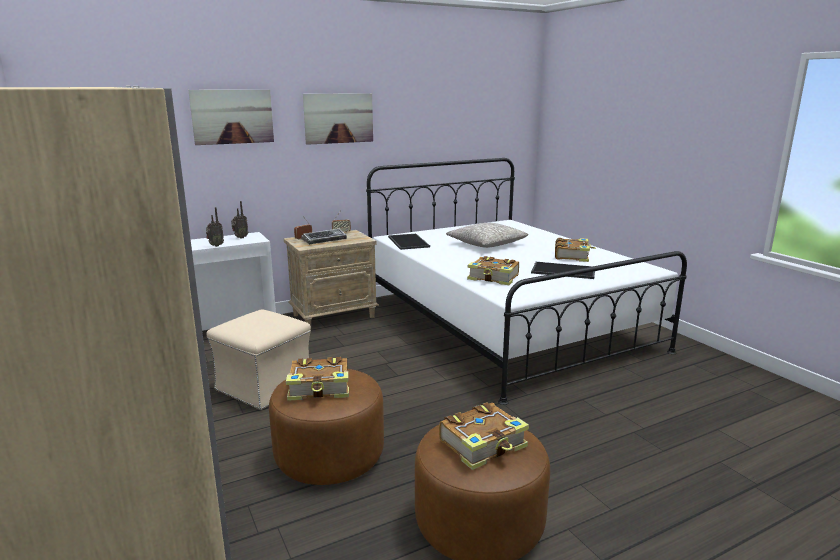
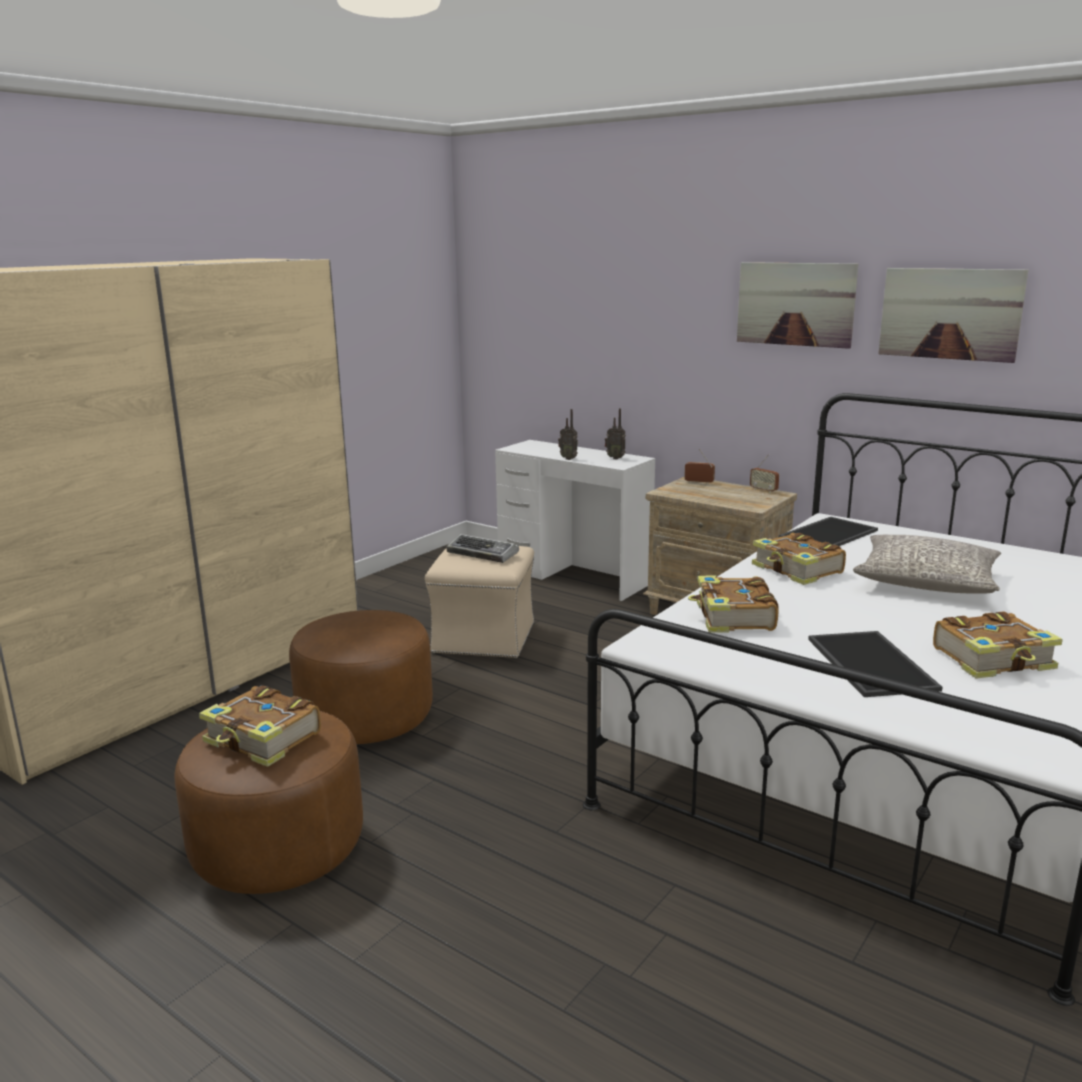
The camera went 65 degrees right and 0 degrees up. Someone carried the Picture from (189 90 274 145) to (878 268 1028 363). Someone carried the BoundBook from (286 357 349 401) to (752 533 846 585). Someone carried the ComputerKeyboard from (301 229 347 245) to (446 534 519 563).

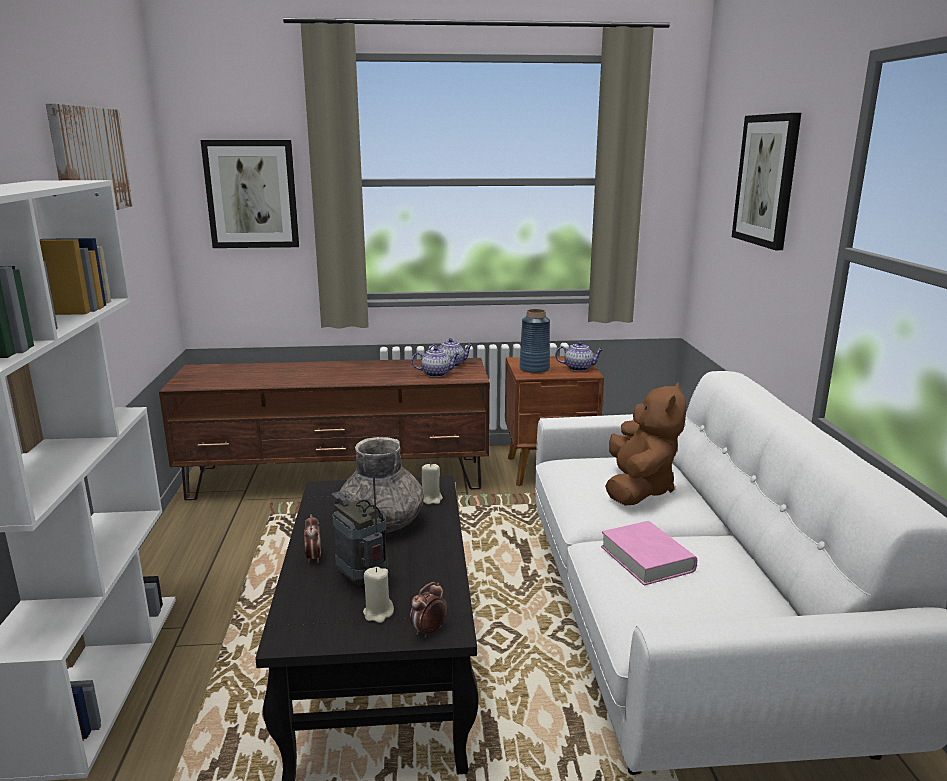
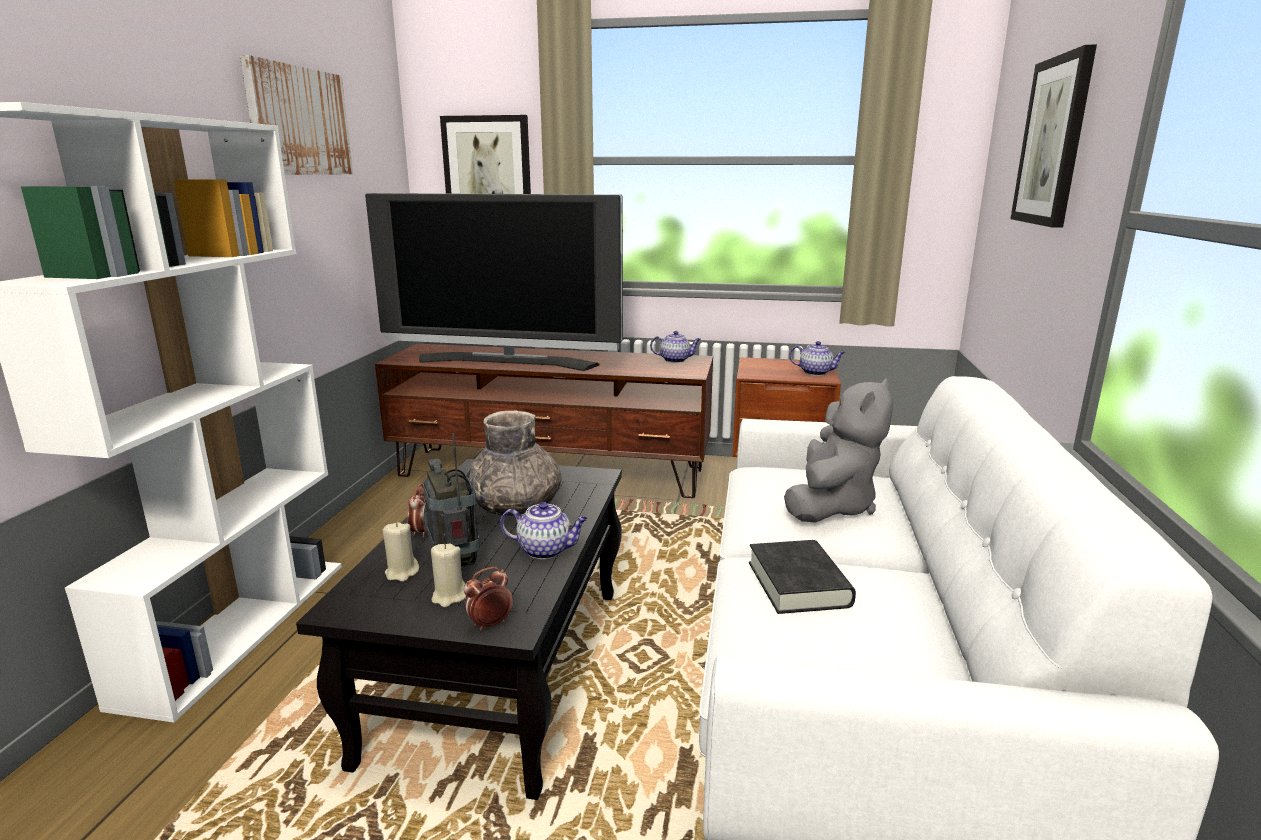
The camera went 15 degrees right and 0 degrees up. Someone carried the Teapot from (412 347 460 377) to (500 502 588 559). Someone carried the BeigeColouredWaxCandle from (421 463 443 504) to (383 522 419 582). Someone took away the BluishFlowerVase at (519 309 550 373). Someone repainted the PinkishBoundBook at (601 521 697 585), which became the BlackColouredBoundBook at (749 540 856 614). Someone repainted the BrownishCuddlyToy at (605 382 686 505), which became the GreyishCuddlyToy at (784 378 893 523). Someone put down the TvSet at (365 193 623 371).

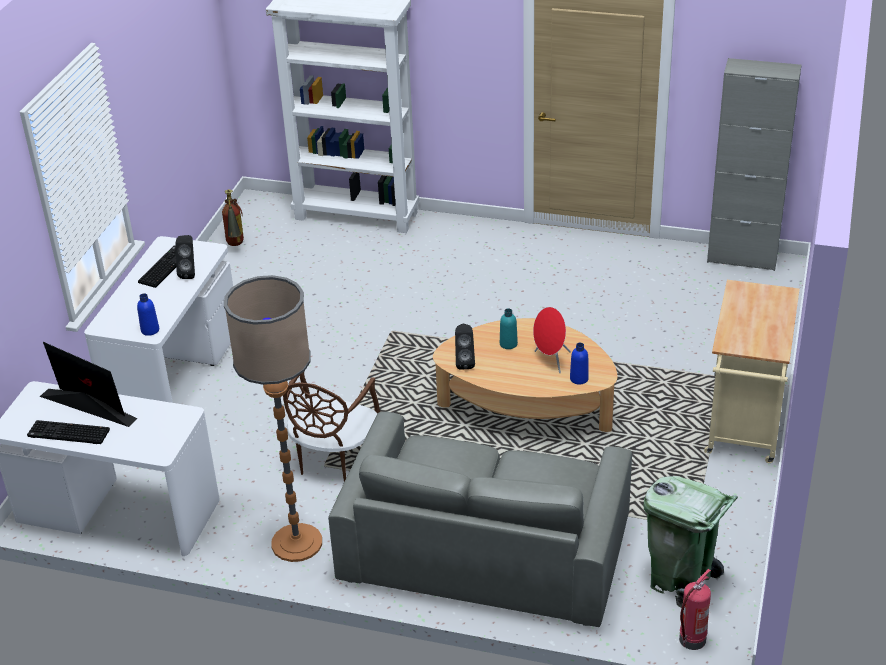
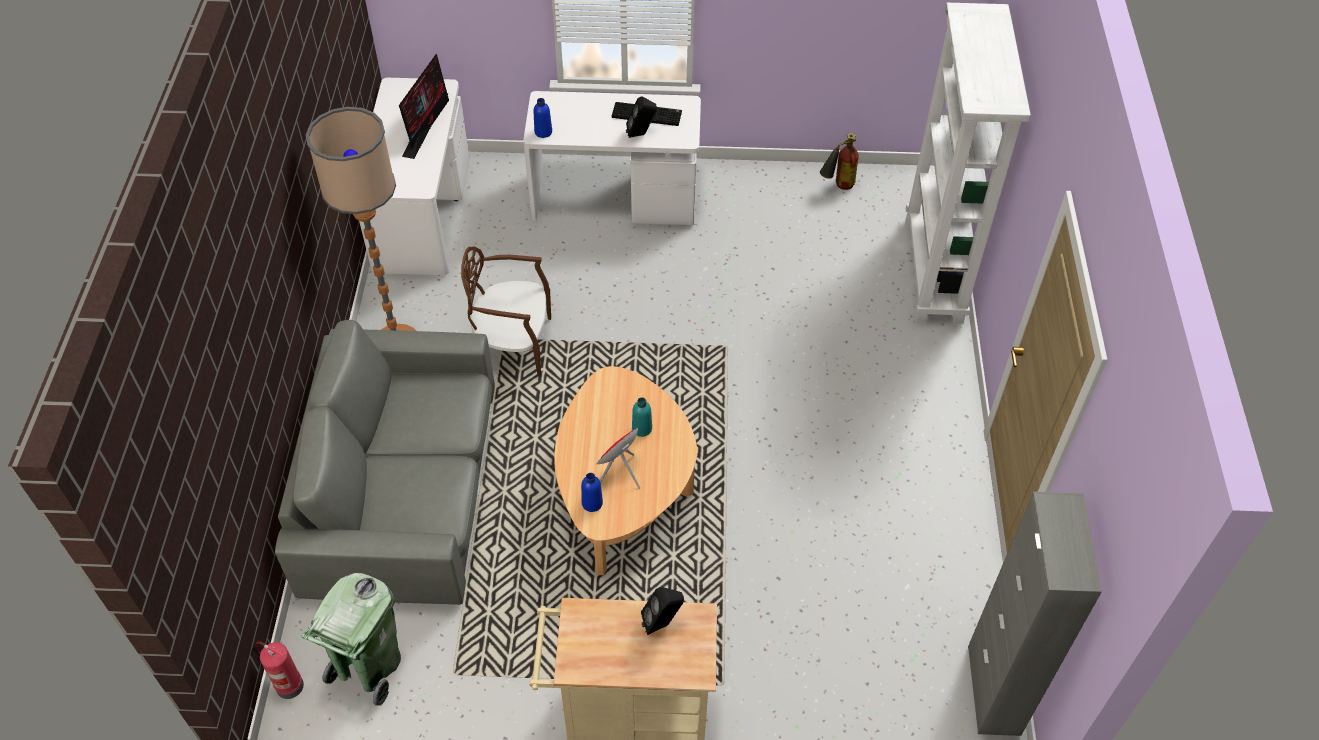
The camera went 75 degrees right and 15 degrees up. Someone took away the ComputerKeyboard at (27 420 110 444). Someone carried the BlackColouredAudioSpeaker from (455 324 475 370) to (641 587 684 635).

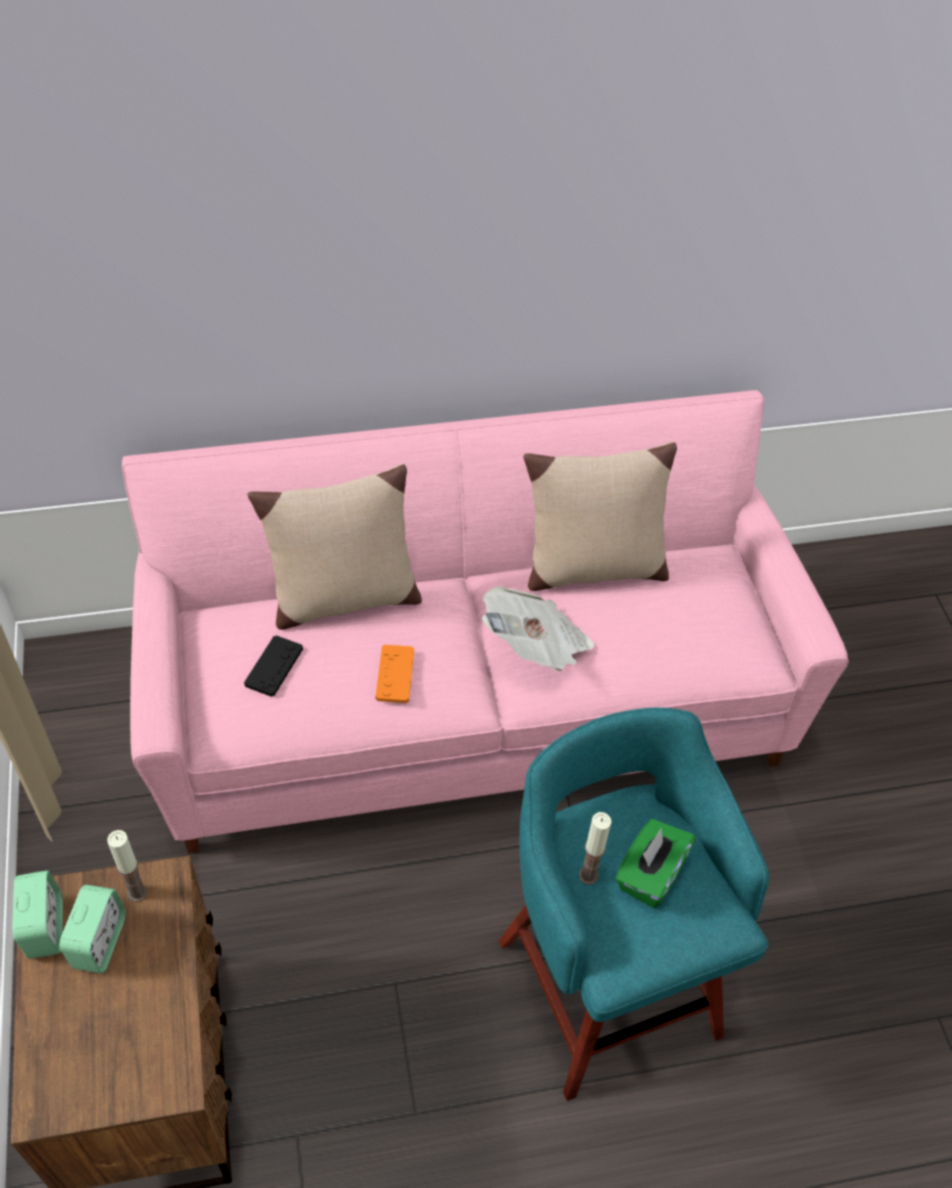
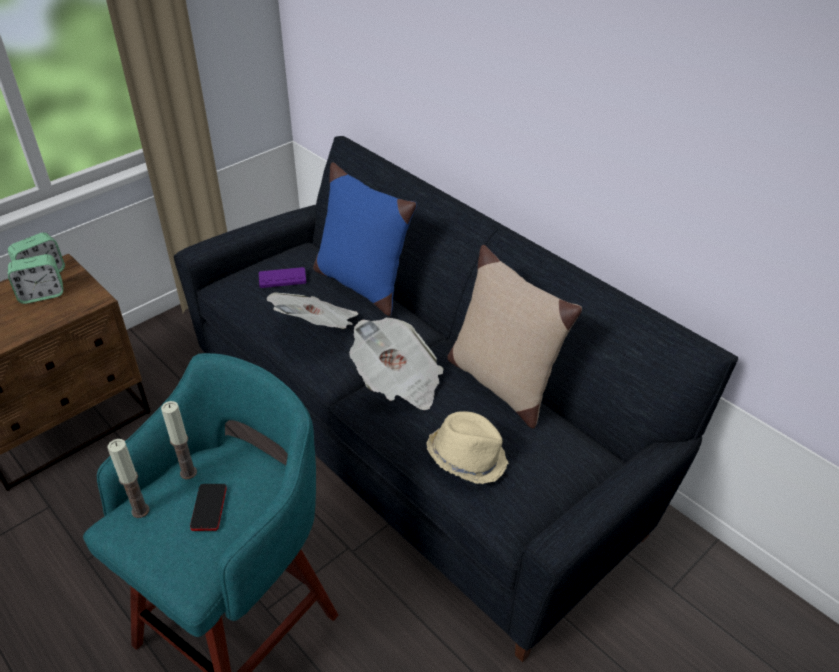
The camera went 60 degrees right and 10 degrees down. Someone carried the WaxCandle from (107 830 148 902) to (108 439 150 518). Someone repainted the PinkishSofa at (122 390 849 854), which became the BlackColouredSofa at (174 136 738 662). Someone repainted the BlackColouredGamepad at (244 635 303 697), which became the PurplishGamepad at (259 267 306 288). Someone repainted the BeigeColouredPillow at (247 464 422 630), which became the BluishPillow at (313 162 417 316). Someone swapped the OrangeColouredGamepad at (376 645 414 703) for the PrintedPaper at (267 293 358 329). Someone swapped the GreenishTissueHolder at (615 819 696 908) for the Telephone at (190 484 227 531). Someone put down the BeigeColouredHat at (426 411 509 484).

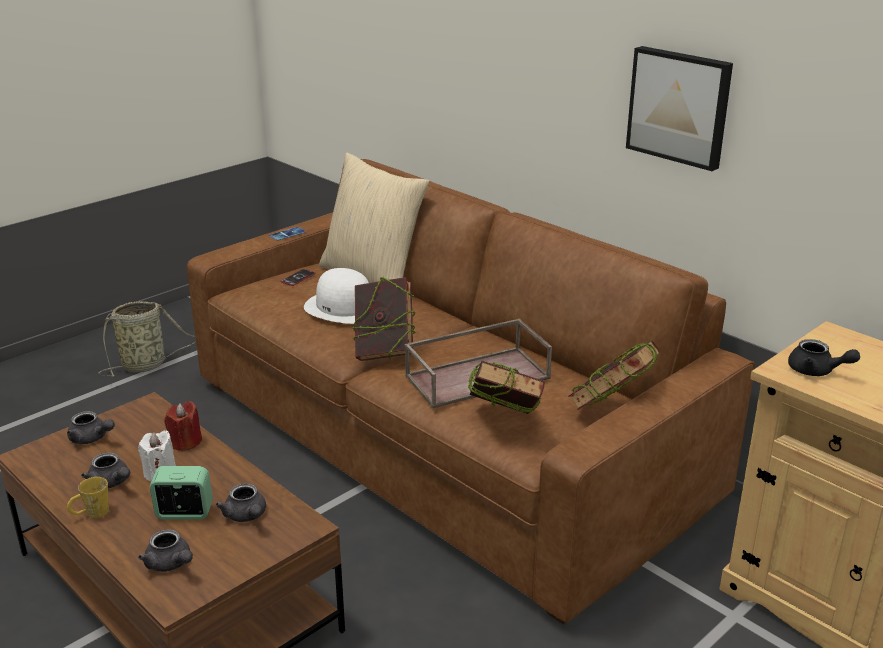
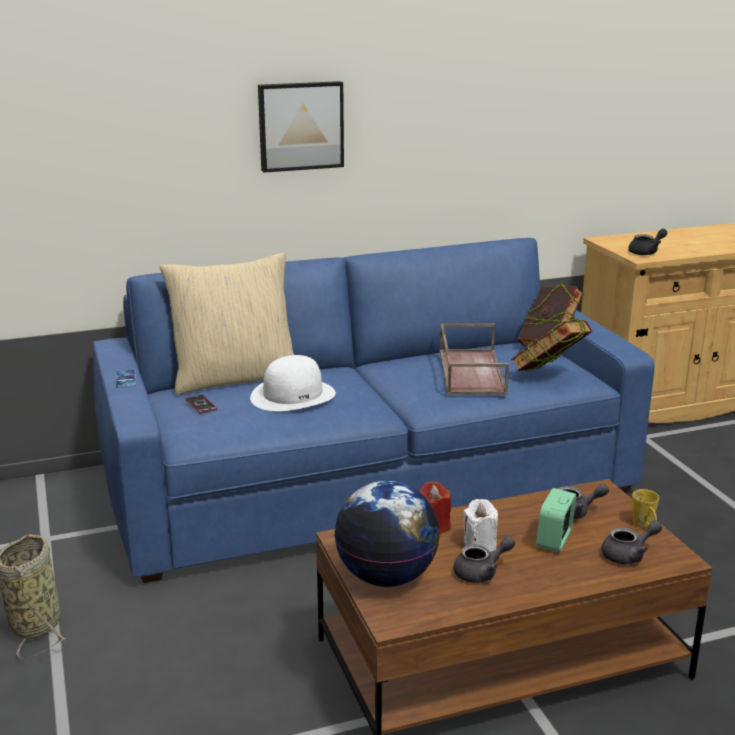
The camera went 65 degrees left and 5 degrees down. Someone swapped the GreyishTeapot at (67 411 115 444) for the WorldGlobe at (334 481 440 587). Someone carried the YellowColouredMug from (67 477 109 518) to (632 489 659 528). Someone repainted the BrownishSofa at (187 159 755 624), which became the BluishSofa at (93 238 655 583). Someone took away the BoundBook at (352 277 416 361). Someone carried the Picture from (626 46 733 171) to (258 81 344 173).

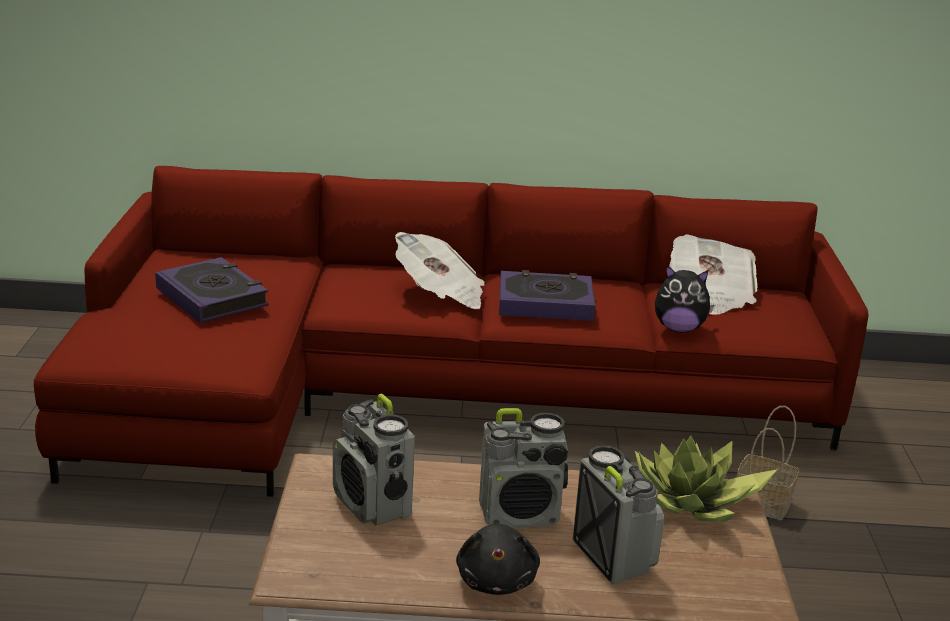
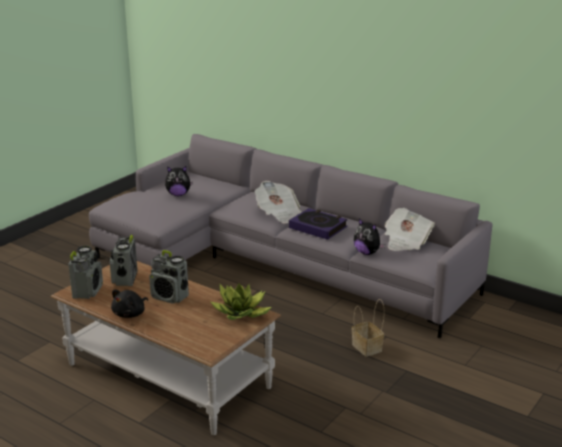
The camera went 35 degrees right and 0 degrees up. Someone repainted the ReddishSofa at (34 166 868 497), which became the GreyishSofa at (89 134 492 338). Someone swapped the BoundBook at (155 257 269 323) for the CuddlyToy at (165 166 193 196). Someone carried the RadioSet from (573 445 664 584) to (68 246 103 299).

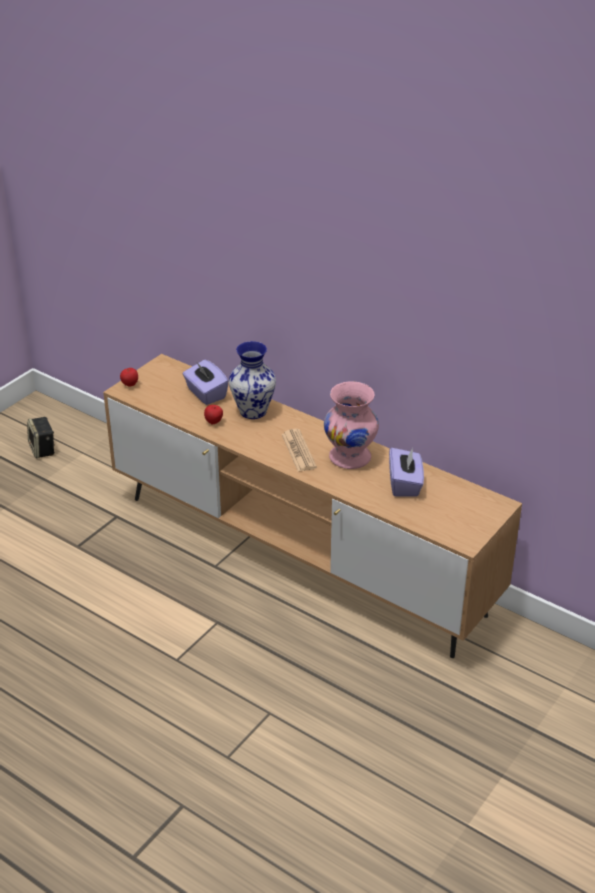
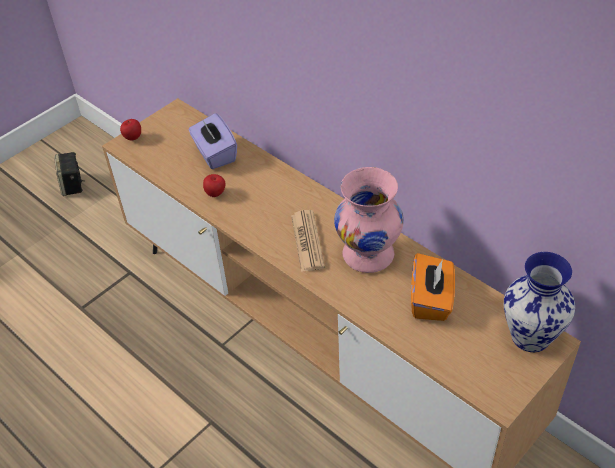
The camera went 10 degrees right and 10 degrees up. Someone carried the FlowerVase from (229 341 276 419) to (503 252 575 352). Someone repainted the PurplishTissueHolder at (389 447 424 497), which became the OrangeColouredTissueHolder at (411 253 455 321).

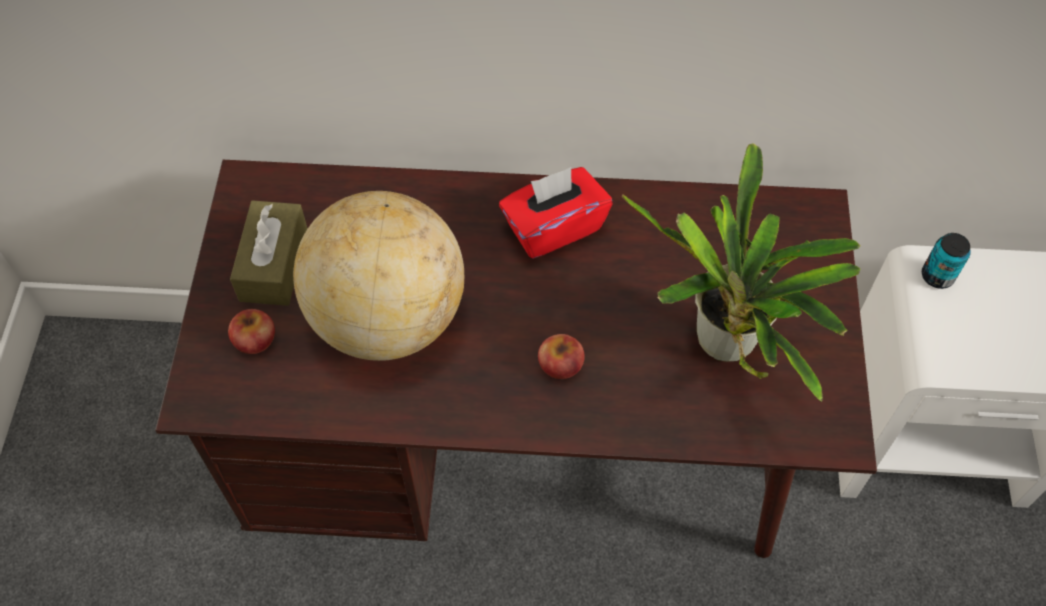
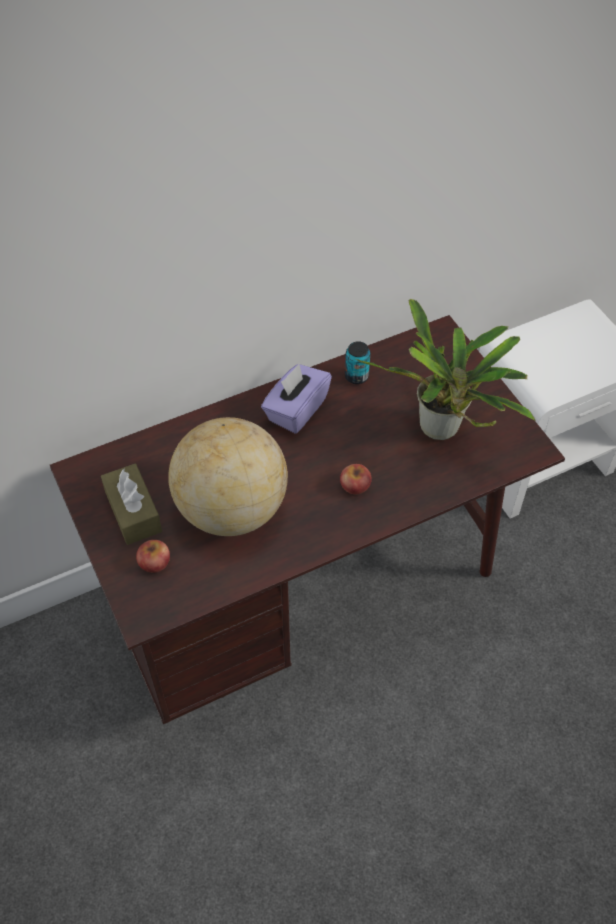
The camera went 30 degrees left and 5 degrees down. Someone repainted the ReddishTissueHolder at (499 167 612 259), which became the PurplishTissueHolder at (261 364 332 434). Someone carried the MetalCan from (922 233 971 289) to (345 341 370 384).

